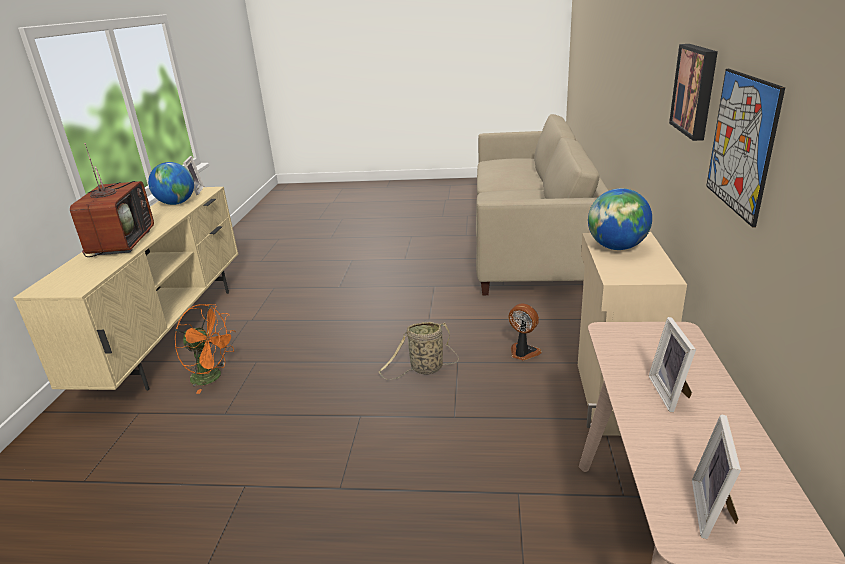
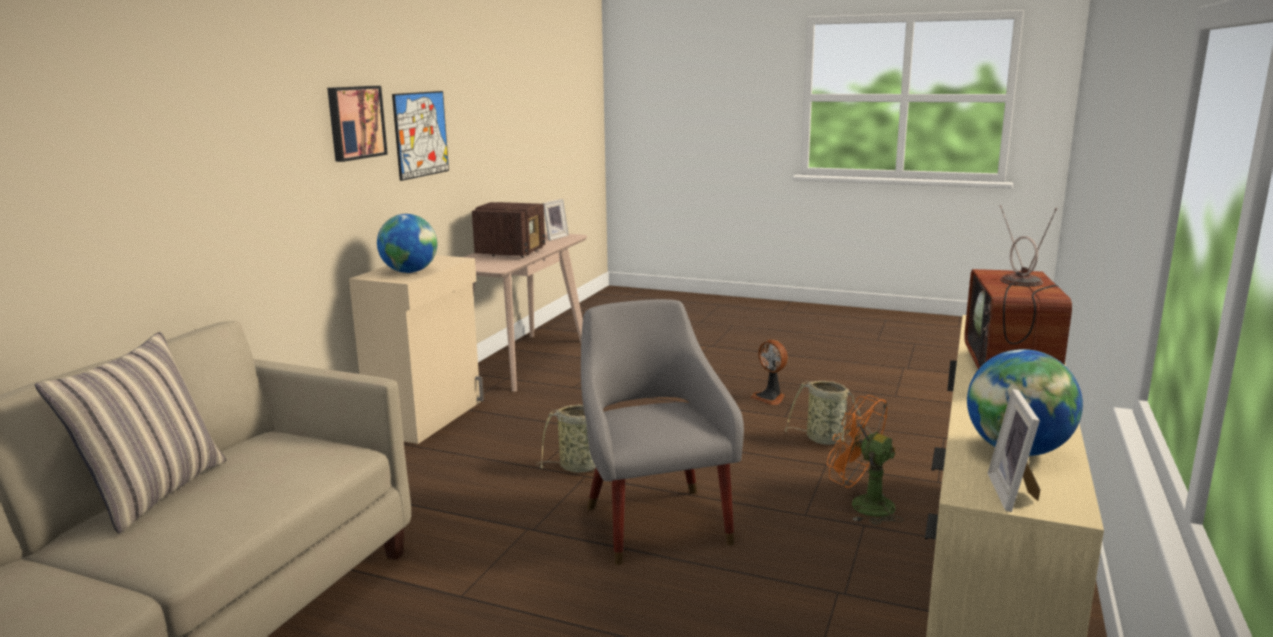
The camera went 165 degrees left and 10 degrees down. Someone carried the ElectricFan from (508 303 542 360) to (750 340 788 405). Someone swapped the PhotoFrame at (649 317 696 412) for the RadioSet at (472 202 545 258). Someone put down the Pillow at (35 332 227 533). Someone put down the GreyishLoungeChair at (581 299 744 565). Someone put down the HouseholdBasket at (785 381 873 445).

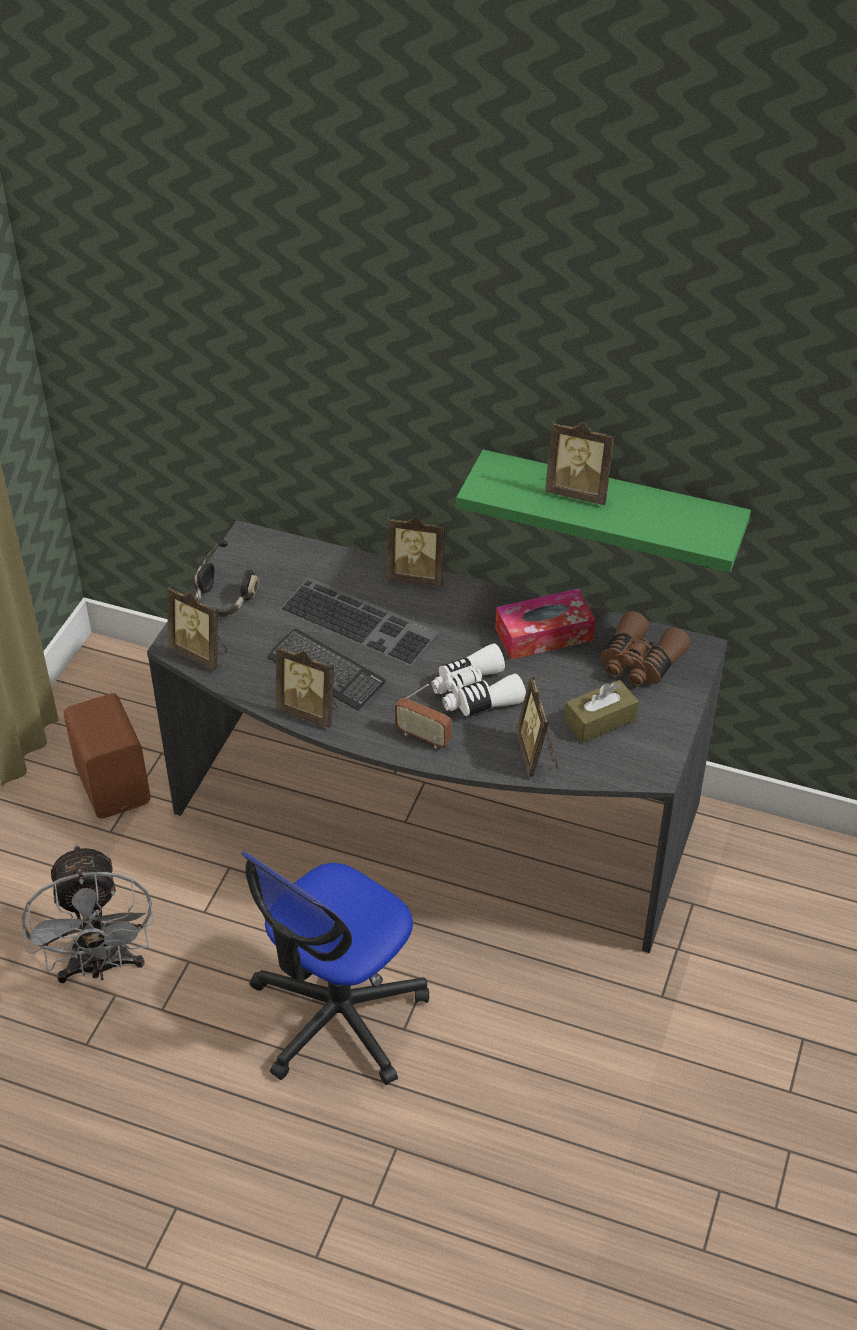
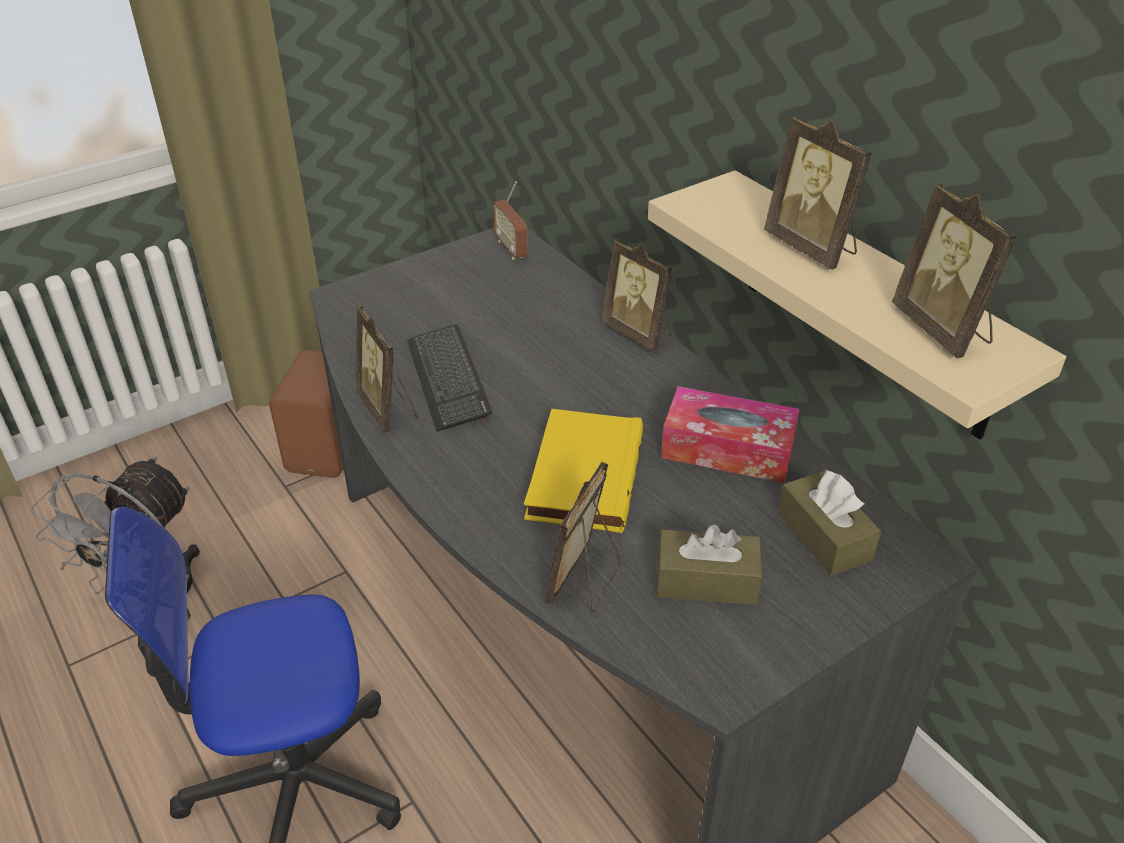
The camera went 35 degrees right and 5 degrees down. Someone carried the PhotoFrame from (167 587 227 671) to (892 184 1017 358). Someone took away the BlackColouredHeadset at (193 540 260 617). Someone took away the ComputerKeyboard at (279 577 439 667). Someone carried the RadioSet from (395 684 451 749) to (492 181 528 260). Someone swapped the WhitishFieldGlasses at (431 643 526 716) for the YellowColouredBoundBook at (524 409 643 533). Someone repainted the GreenishBracketShelf at (456 449 751 572), which became the BeigeColouredBracketShelf at (648 170 1066 440). Someone swapped the BrownishFieldGlasses at (600 611 691 687) for the BrownishTissueHolder at (778 470 881 576).

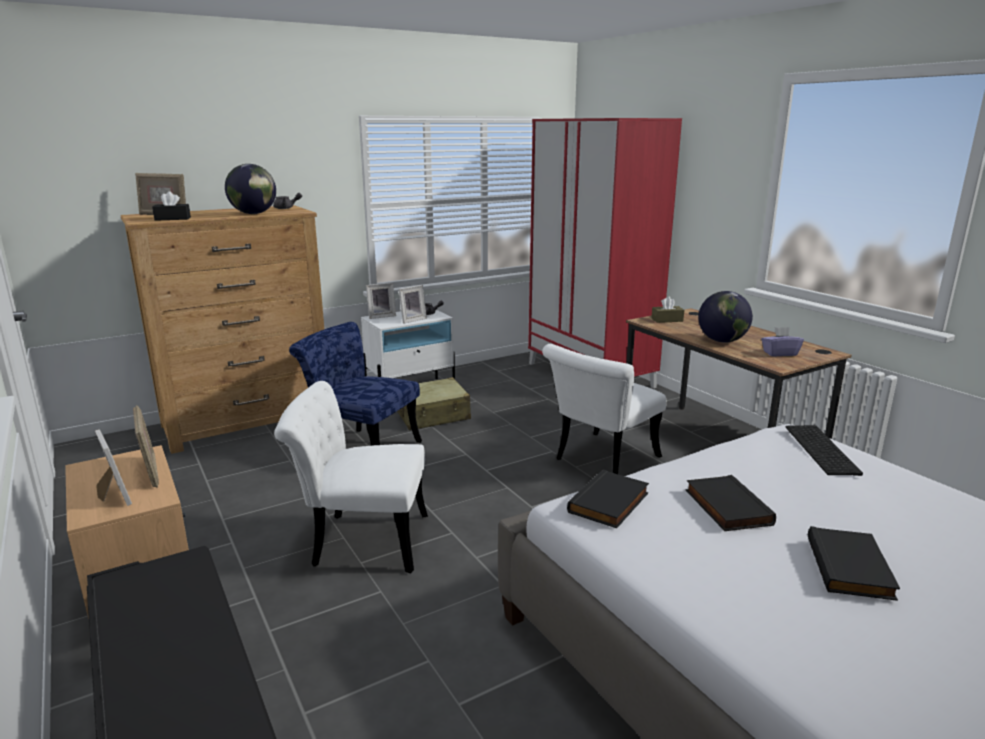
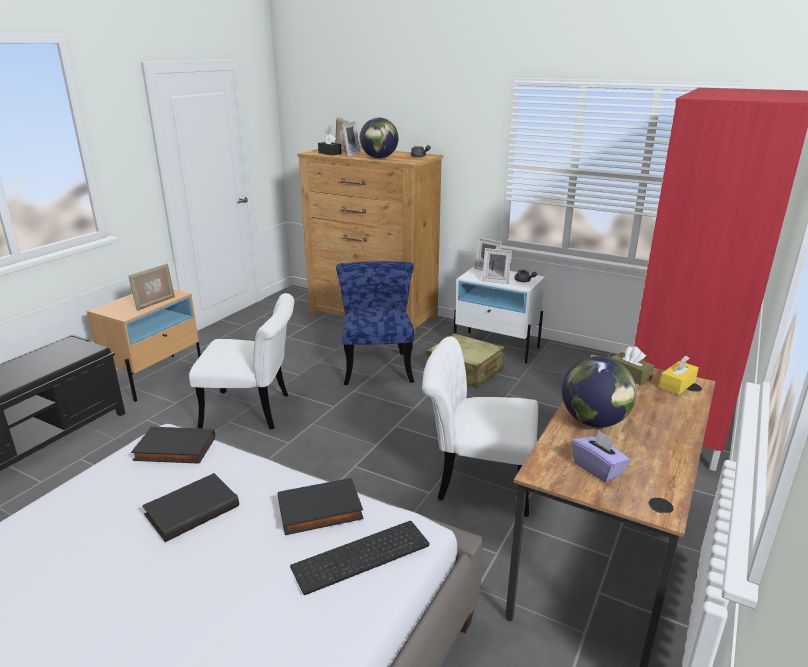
The camera went 60 degrees right and 5 degrees up. Someone carried the PhotoFrame from (95 429 132 506) to (342 121 361 157). Someone rotated the WhitishUprightChair at (274 381 428 573) by 120 degrees clockwise. Someone carried the BlackColouredBoundBook from (808 526 900 601) to (278 478 364 535). Someone put down the YellowColouredTissueHolder at (659 356 699 395).

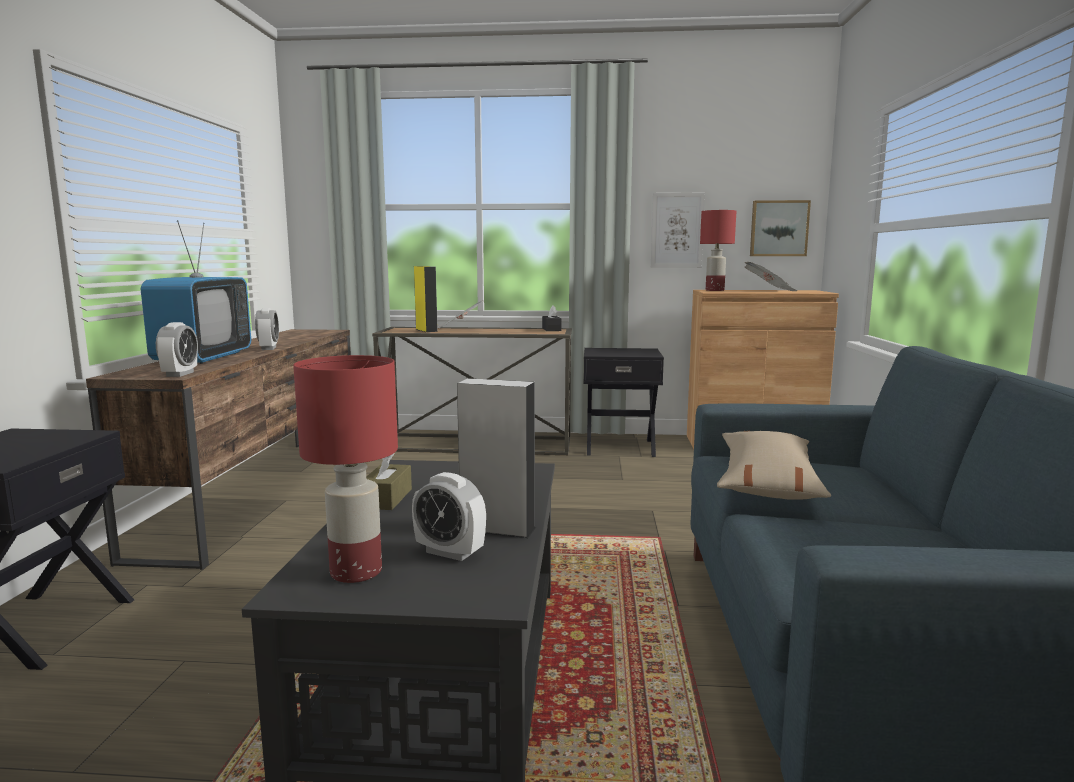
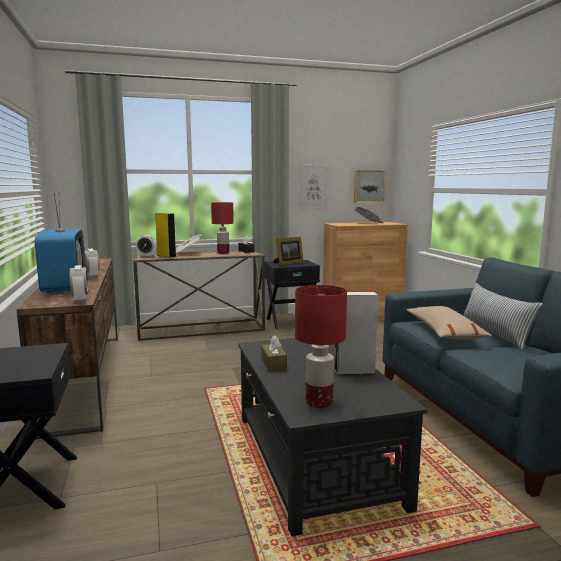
The camera went 20 degrees left and 0 degrees up. Someone carried the BedsideClock from (412 472 486 561) to (136 235 157 258). Someone carried the ReddishTabletopLamp from (700 210 736 291) to (211 202 234 254). Someone put down the PhotoFrame at (274 237 304 266). Someone put down the Pillow at (463 283 543 351).

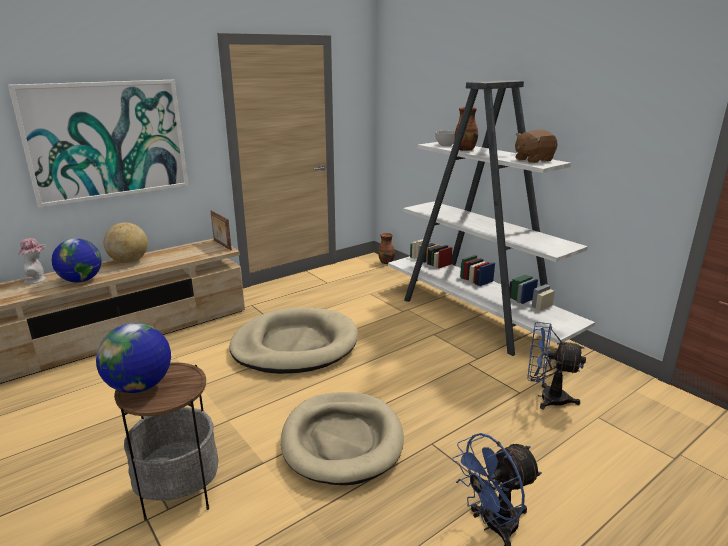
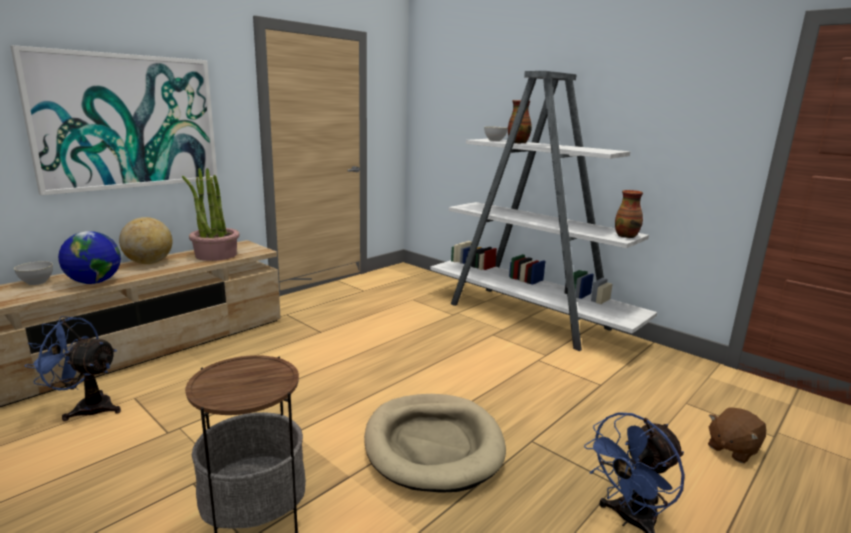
The camera went 10 degrees left and 5 degrees down. Someone swapped the Hat at (18 238 46 284) for the GreyishBowl at (14 261 53 285). Someone took away the WorldGlobe at (96 323 171 393). Someone took away the PhotoFrame at (211 210 232 250). Someone took away the BeigeColouredDogCushion at (229 308 358 374). Someone carried the FlowerVase from (378 233 395 264) to (615 190 643 238). Someone carried the BrownishCuddlyToy from (515 130 558 163) to (708 407 766 463). Someone carried the BluishElectricFan from (527 322 586 409) to (25 316 121 421). Someone put down the PlantInAPot at (182 168 239 261).

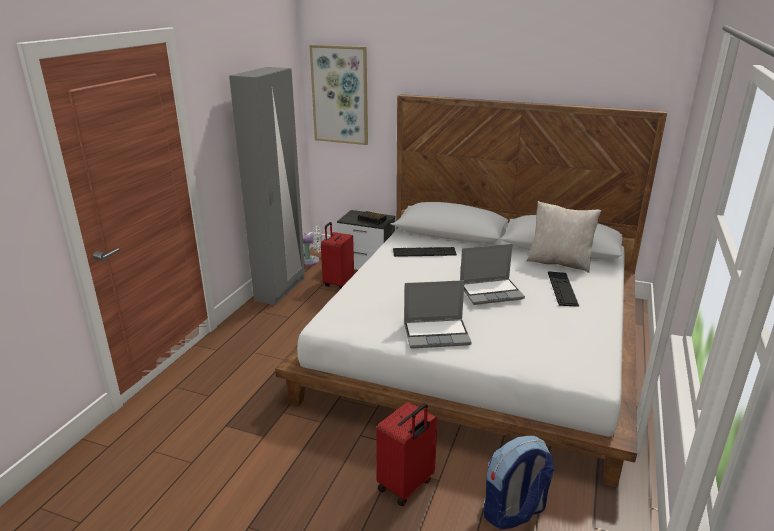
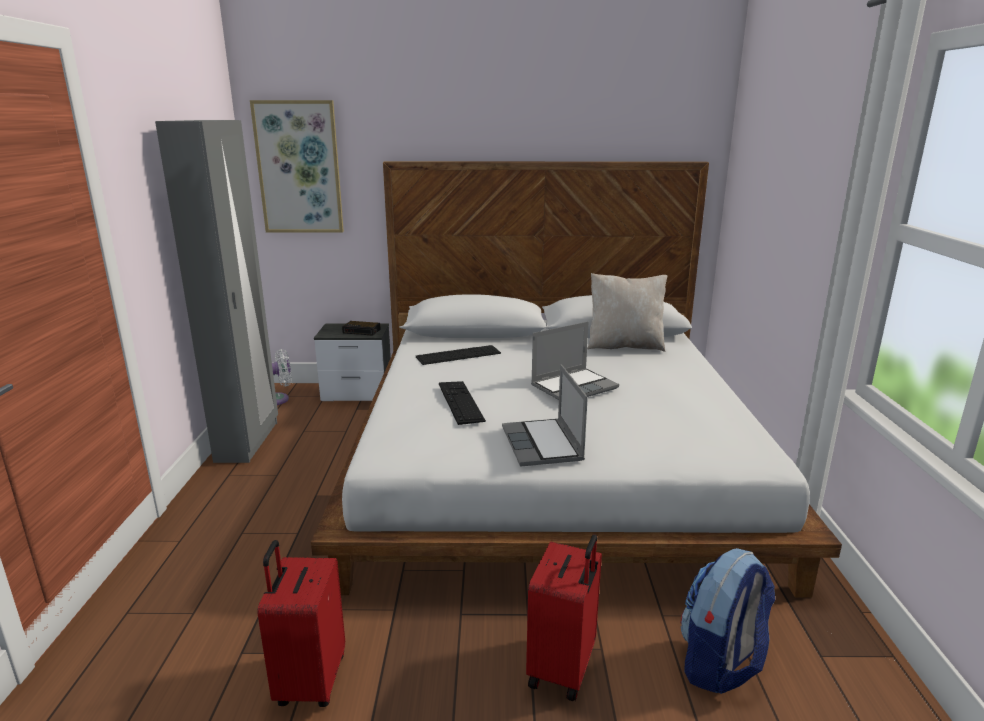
The camera went 20 degrees left and 5 degrees down. Someone carried the ReddishSuitcase from (321 222 354 289) to (257 540 345 707). Someone rotated the PortableComputer at (404 280 472 348) by 105 degrees clockwise. Someone carried the ComputerKeyboard from (548 271 579 307) to (439 381 486 425).

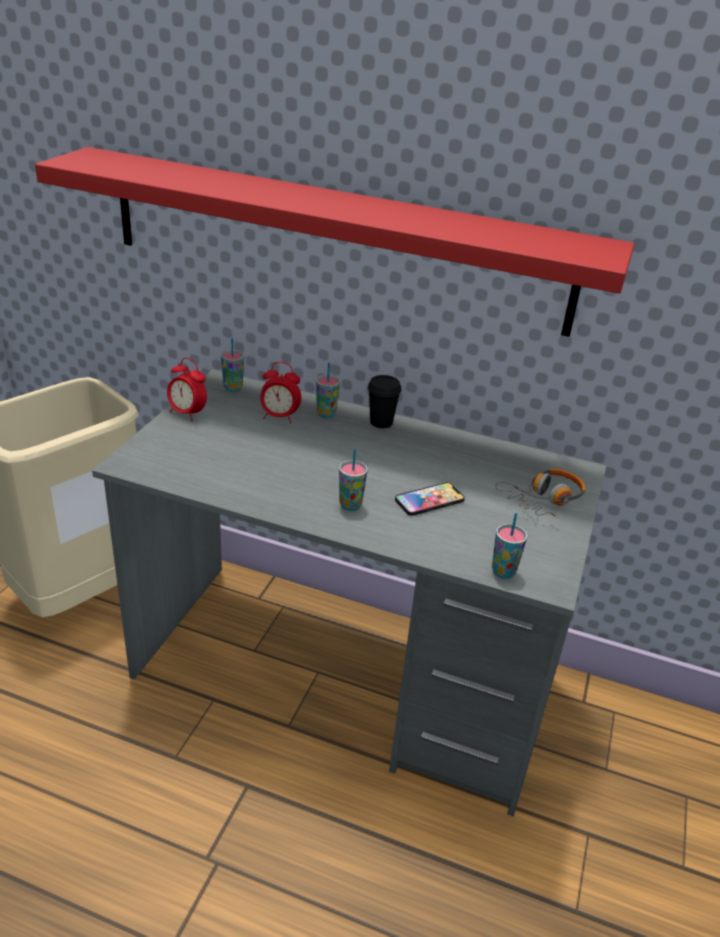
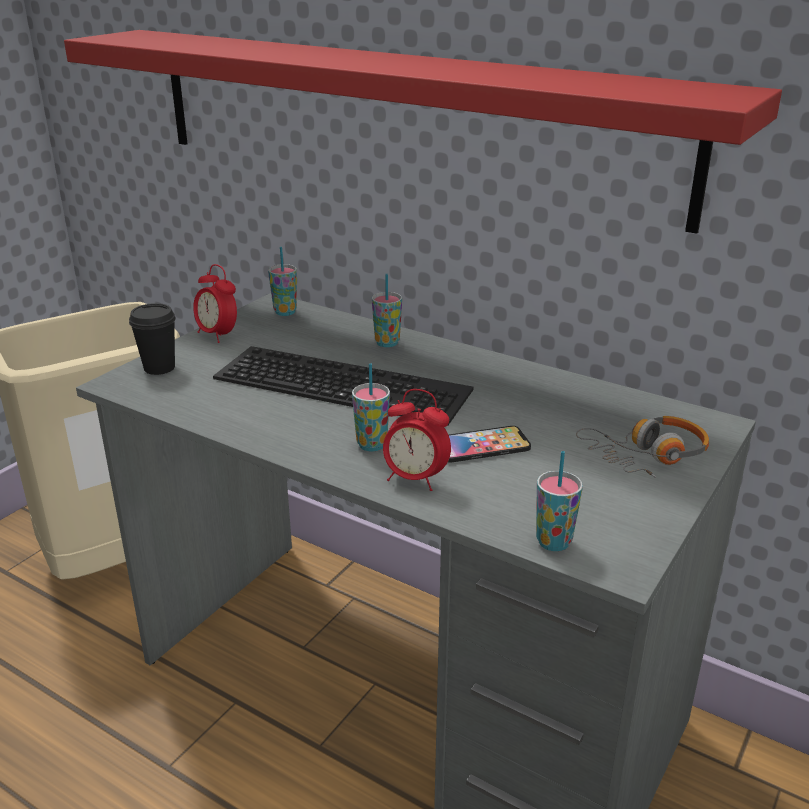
The camera went 15 degrees right and 5 degrees down. Someone carried the BedsideClock from (260 362 301 423) to (383 389 451 491). Someone carried the BlackColouredCup from (368 375 401 428) to (129 303 176 375). Someone put down the ComputerKeyboard at (213 346 473 426).

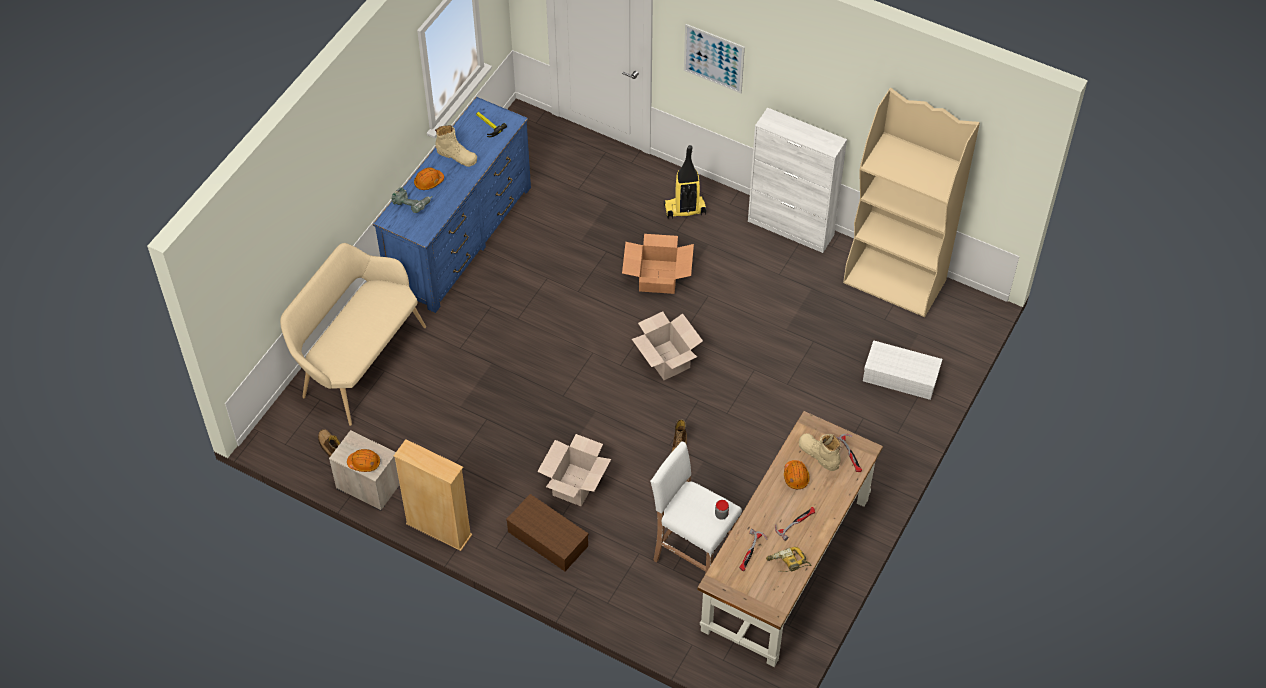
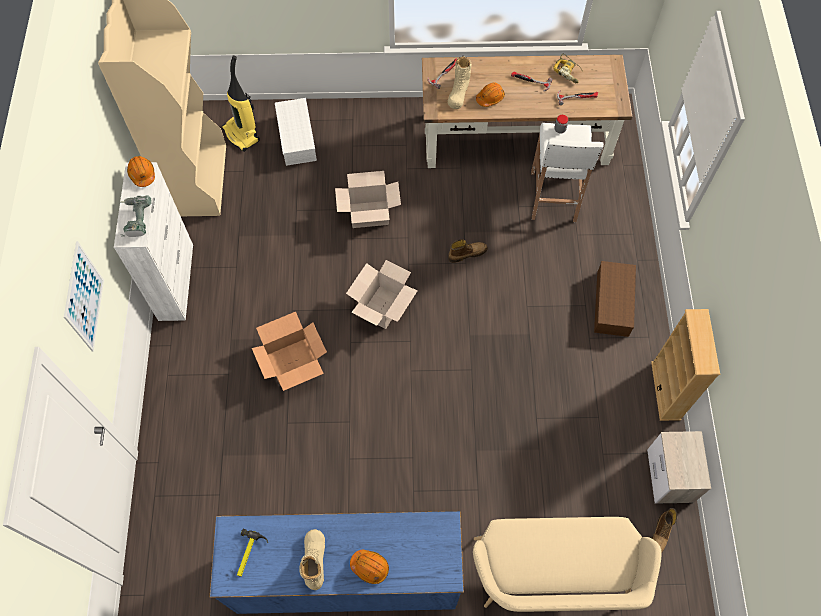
The camera went 120 degrees left and 10 degrees up. Someone carried the OrangeColouredSafetyHelmet from (347 449 380 472) to (127 156 155 187). Someone carried the PowerDrill from (391 188 432 213) to (120 195 152 237). Someone carried the CardboardBox from (537 434 611 507) to (335 171 401 228). Someone carried the VacuumCleaner from (664 145 706 219) to (222 55 260 152).

